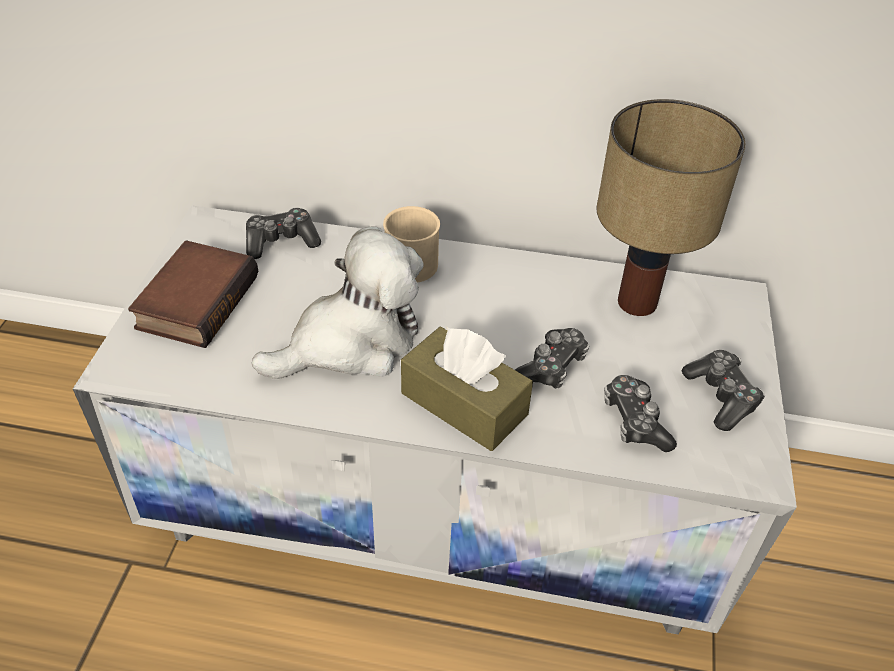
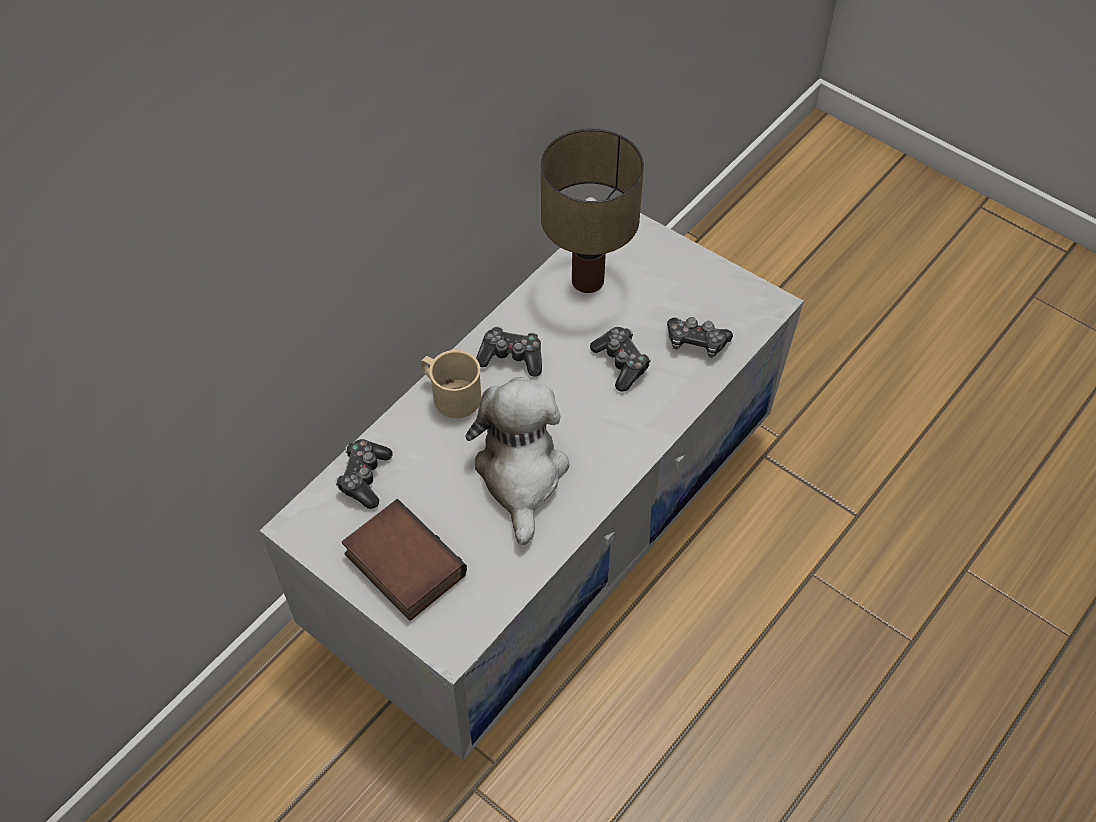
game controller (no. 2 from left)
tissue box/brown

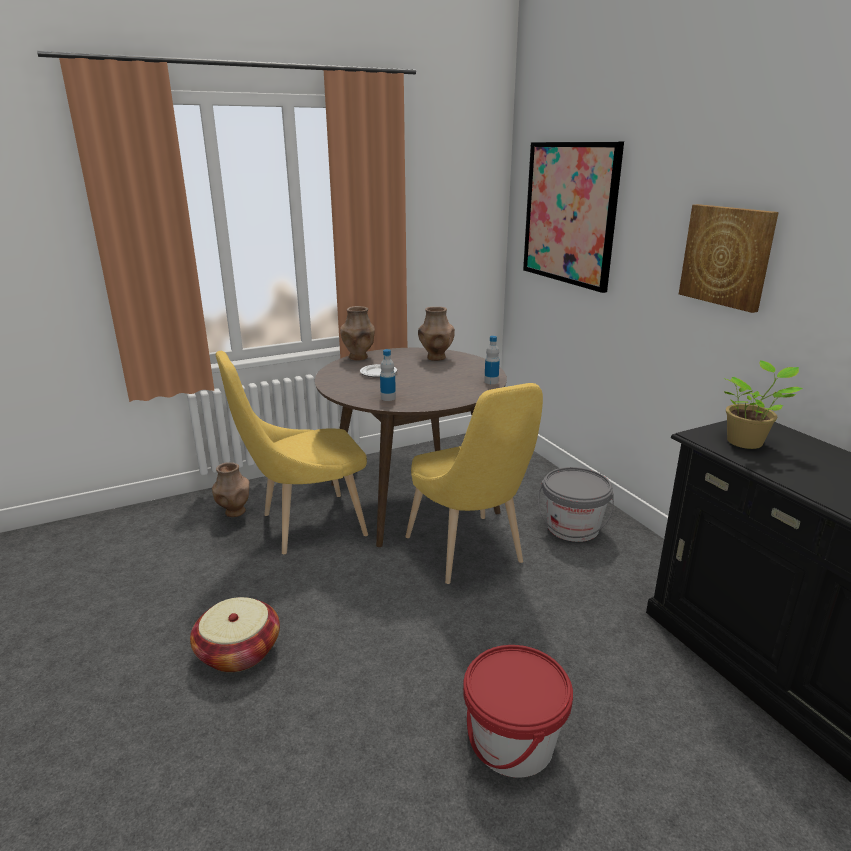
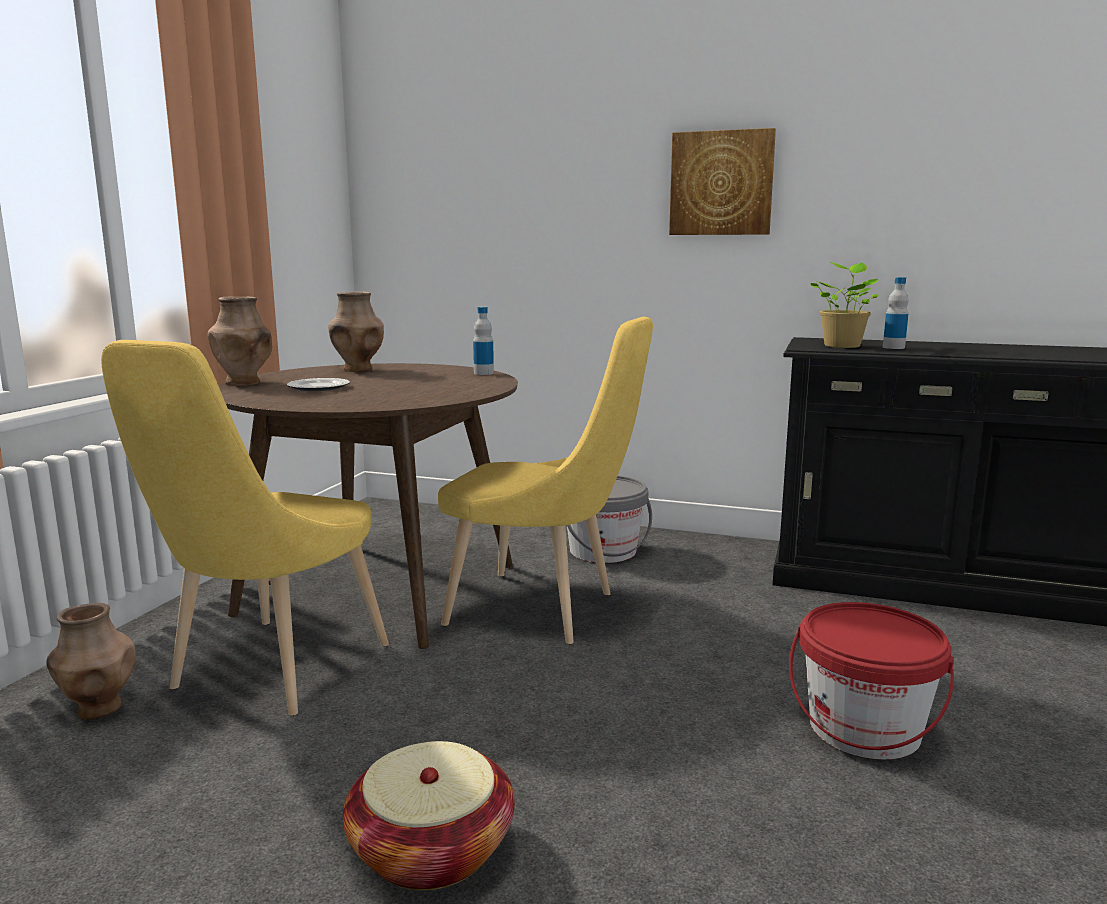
bottle (no. 2 from left)
picture (no. 1 from left in the first image)

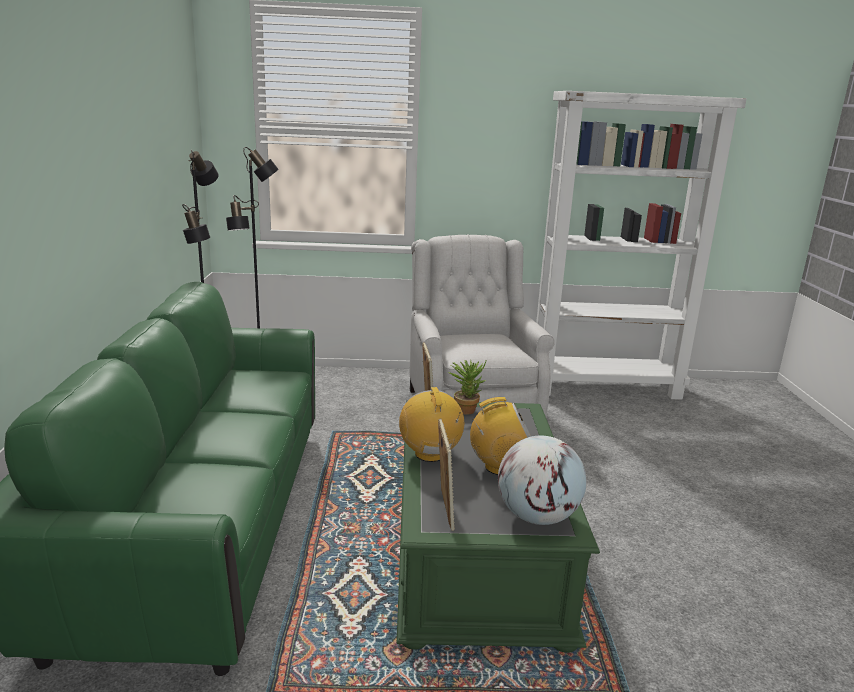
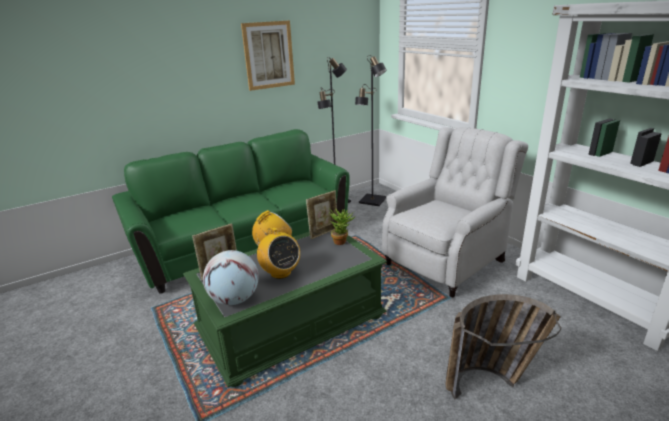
picture
basket

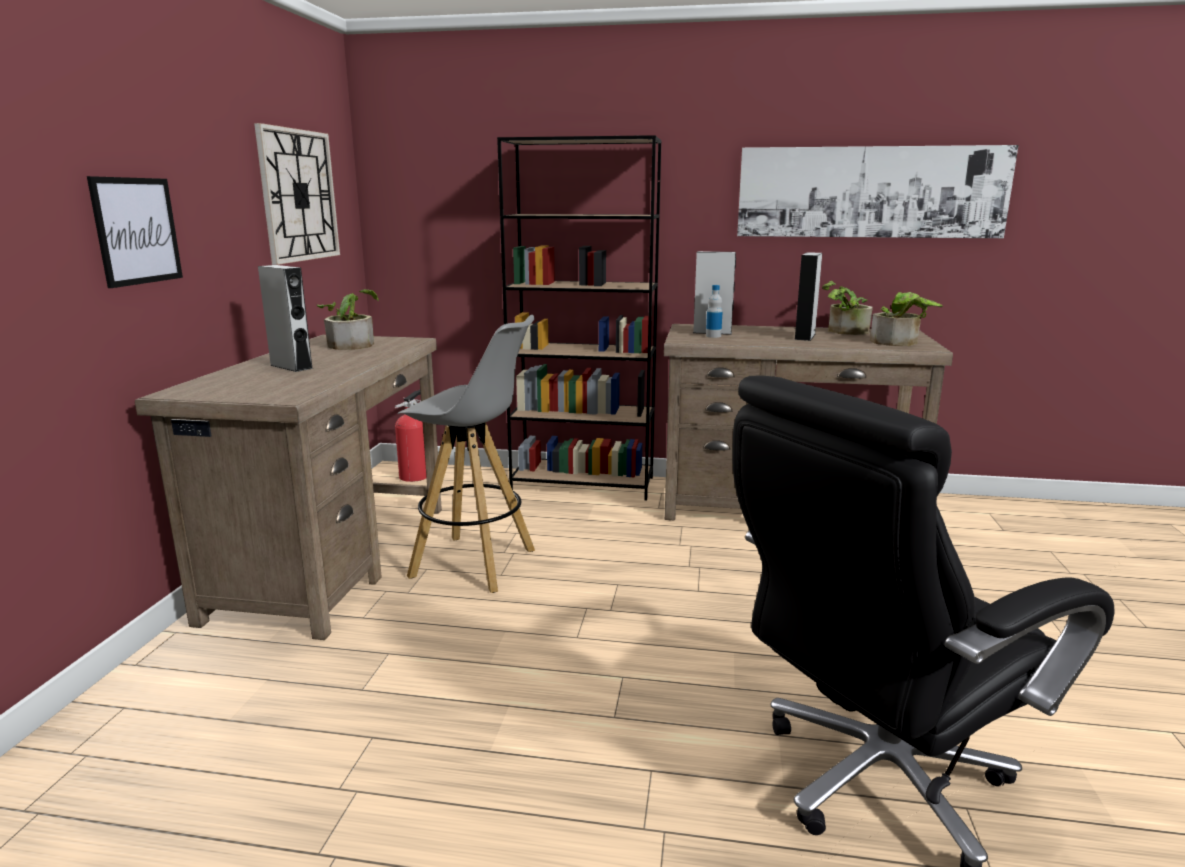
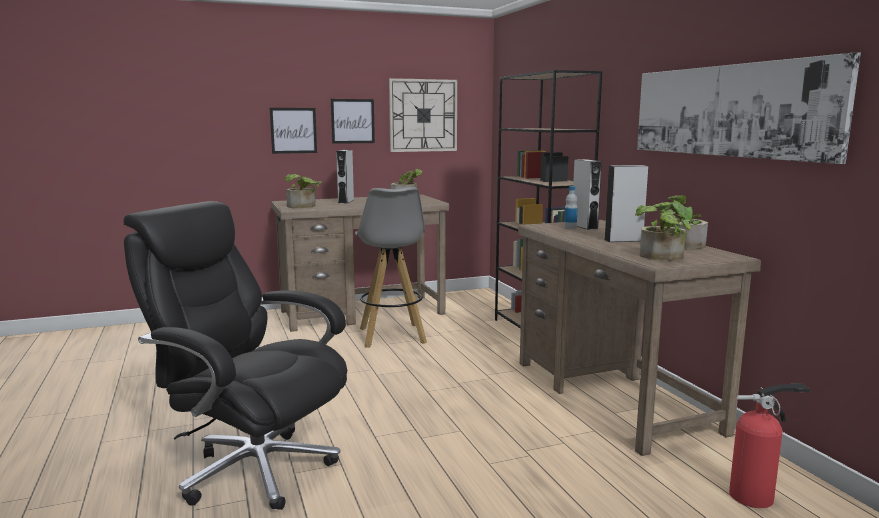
potted plant (no. 1 from left)
picture (no. 2 from left)
fire extinguisher

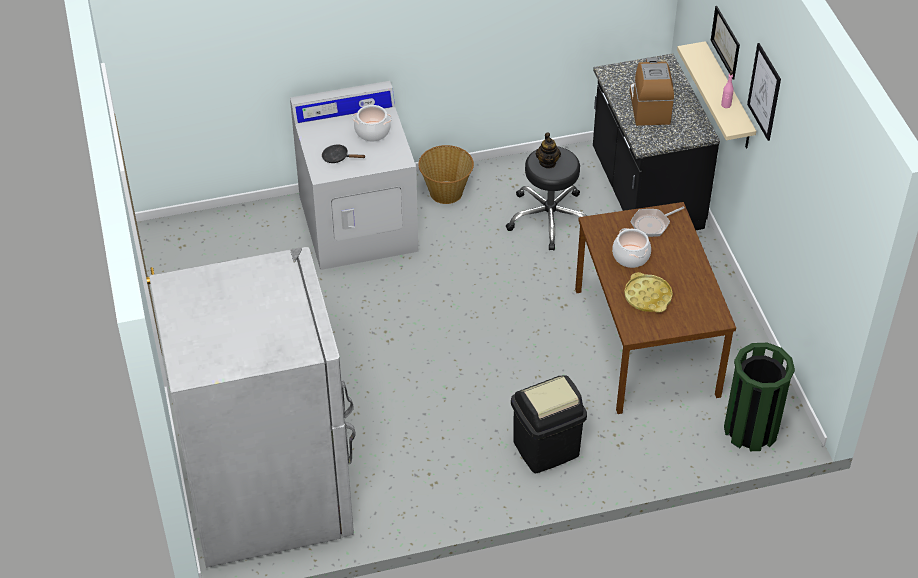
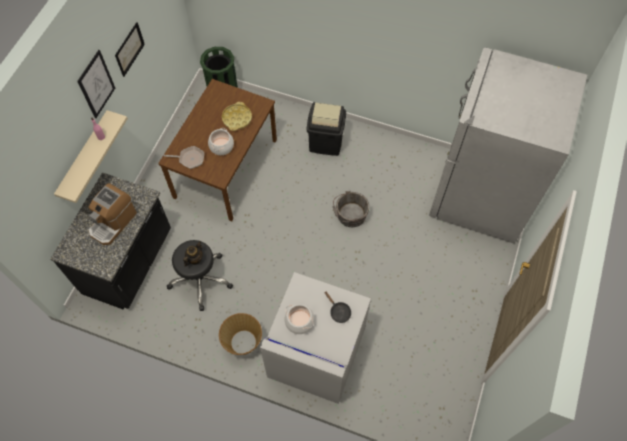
picture (no. 2 from left)
bucket/grey

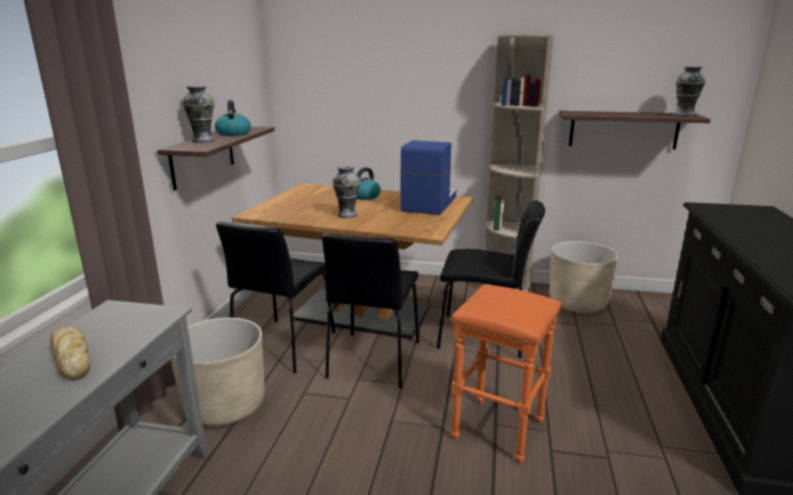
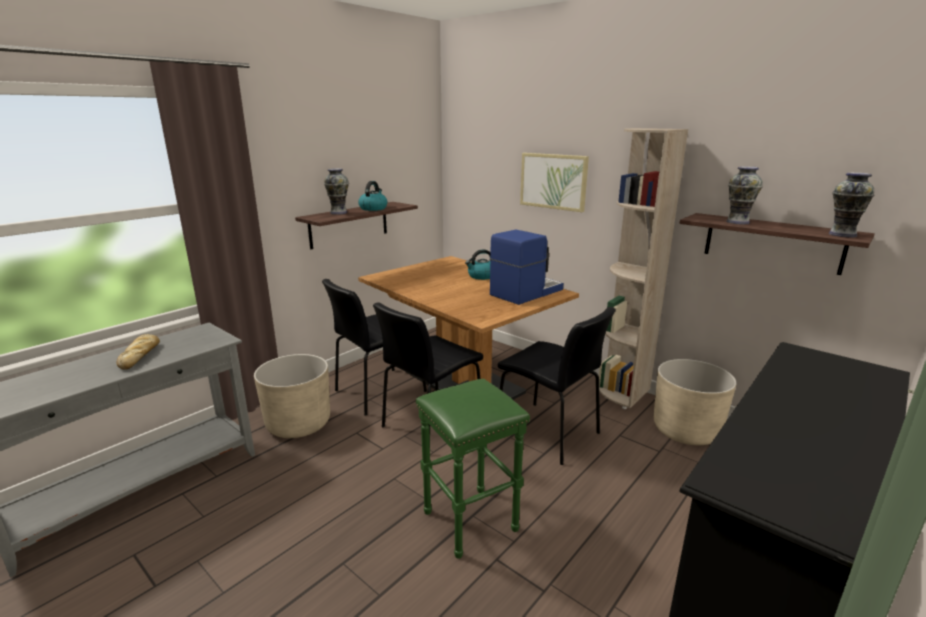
stool/green
picture
vase (no. 2 from left)

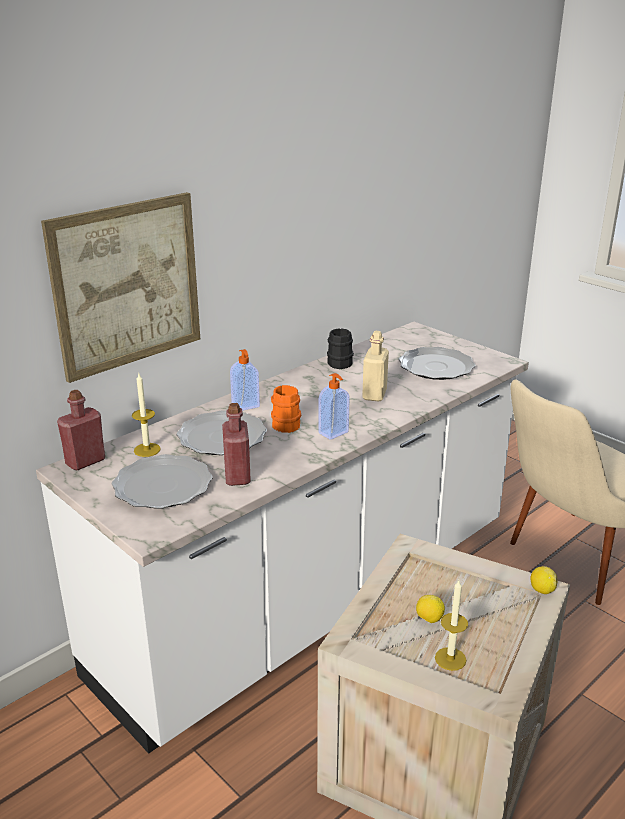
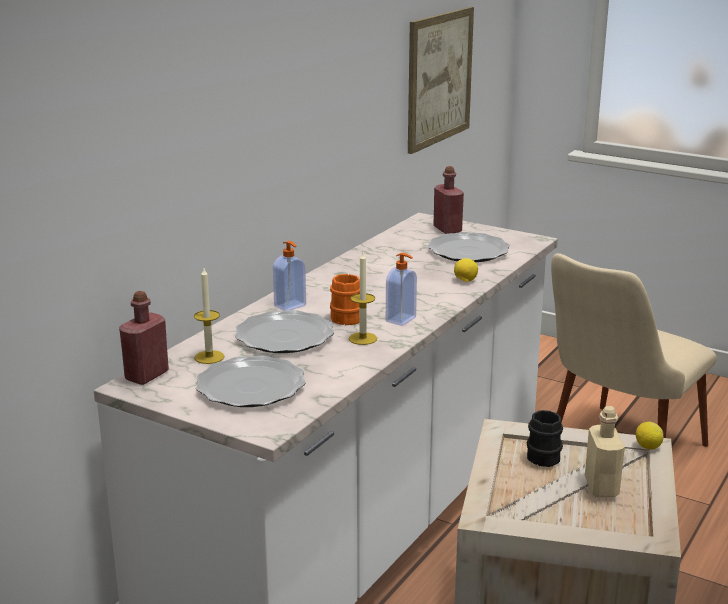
candle (no. 2 from left)
picture
bottle/red (no. 2 from left)
lemon (no. 1 from left)
mug/black
bottle/beige

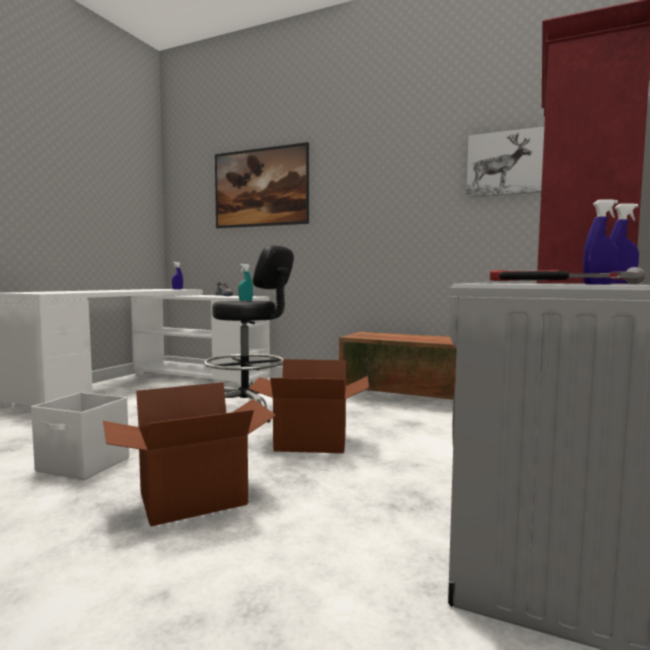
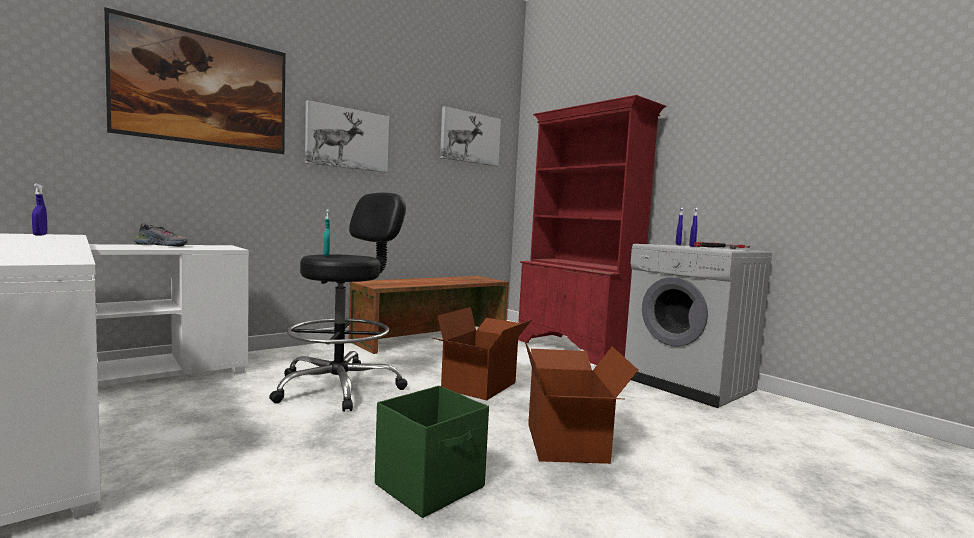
picture (no. 2 from left)
storage box/green

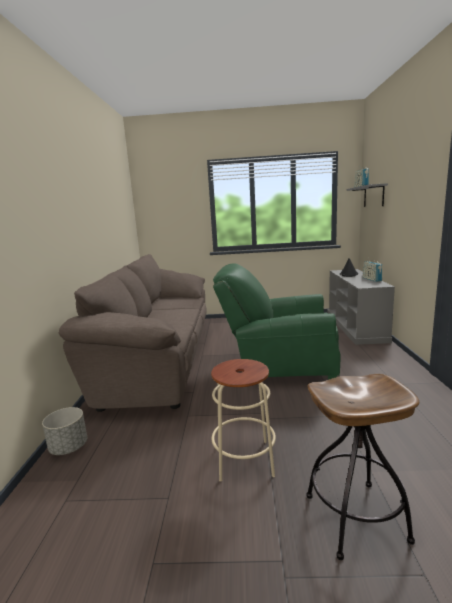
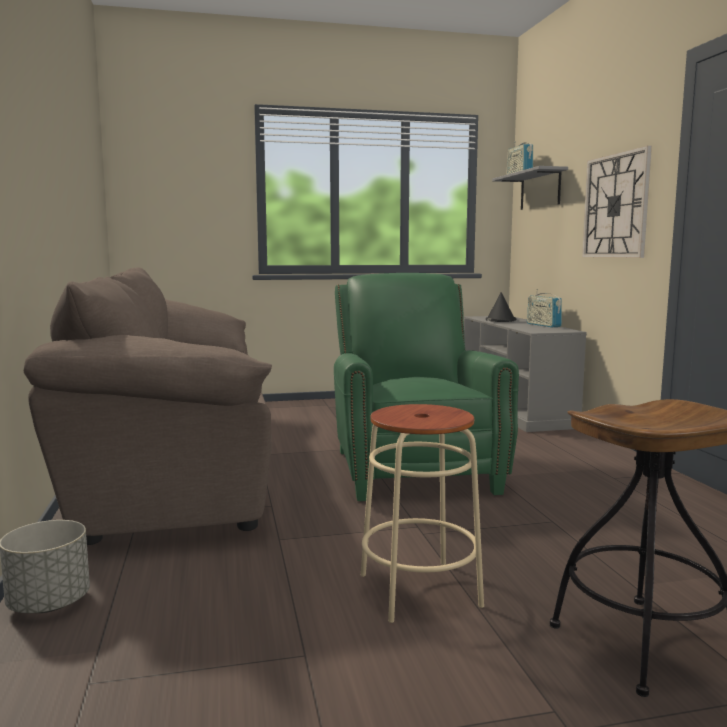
armchair/green
wall clock

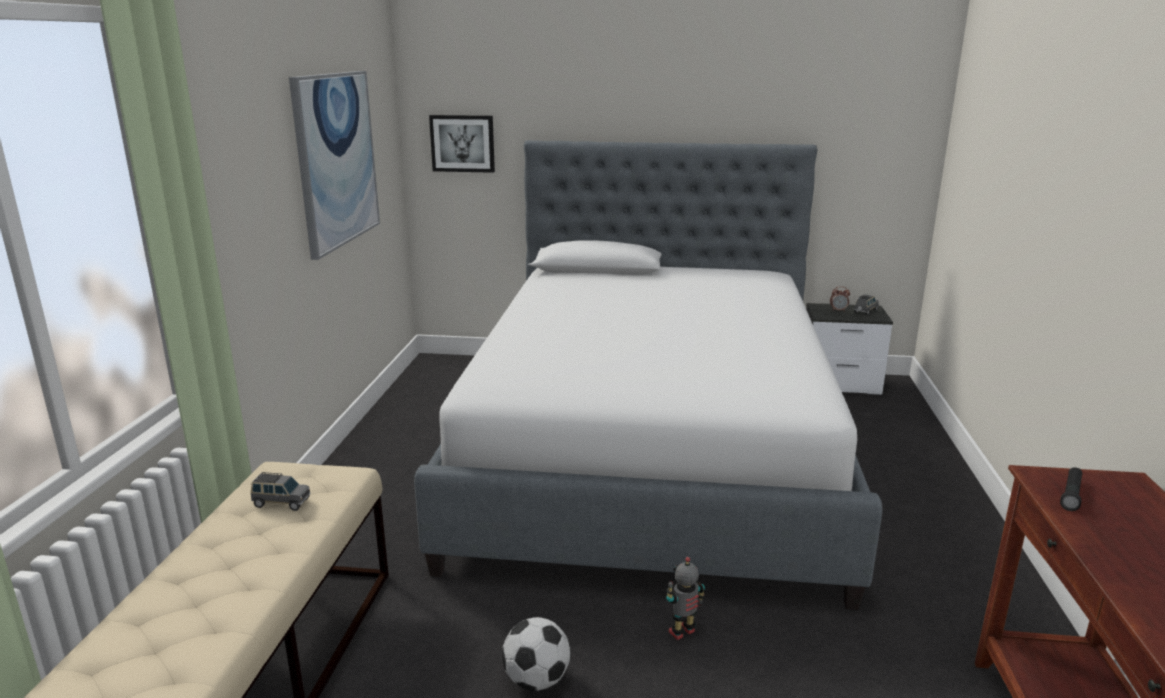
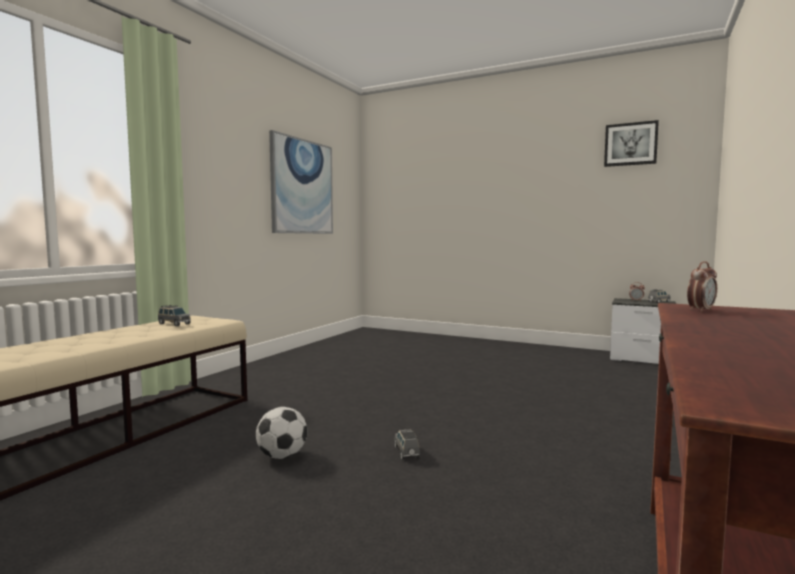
toy car/grey (no. 2 from left)
picture (no. 2 from left)
alarm clock (no. 2 from left)
bed

